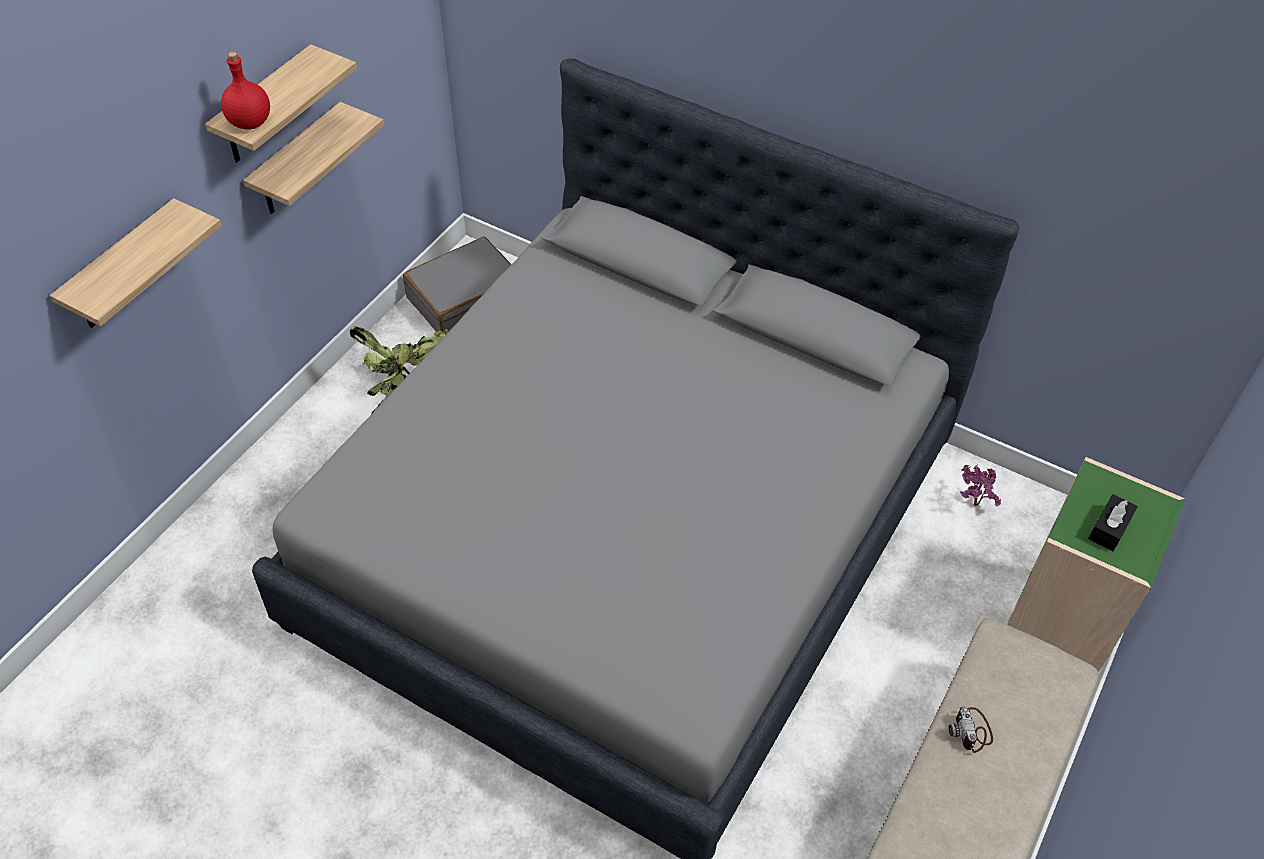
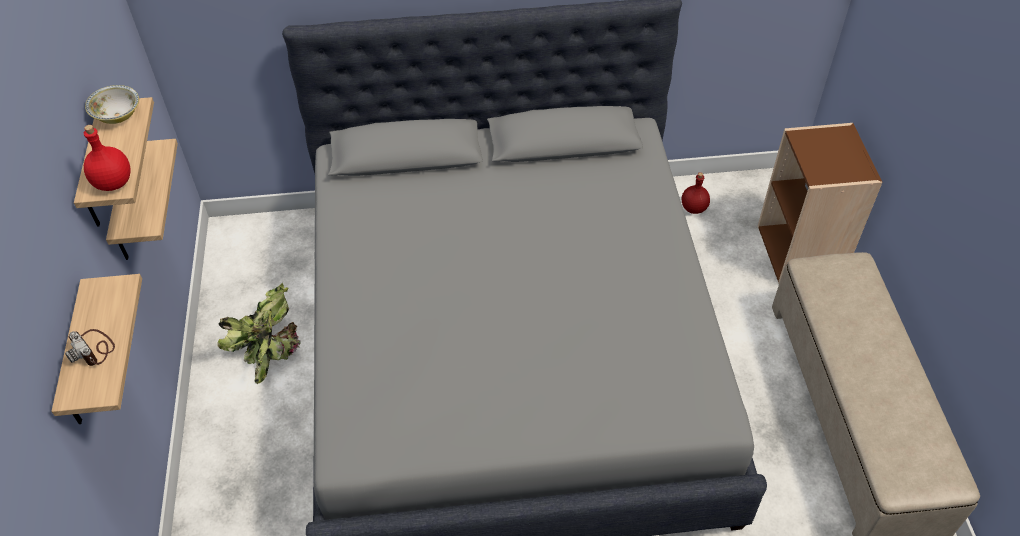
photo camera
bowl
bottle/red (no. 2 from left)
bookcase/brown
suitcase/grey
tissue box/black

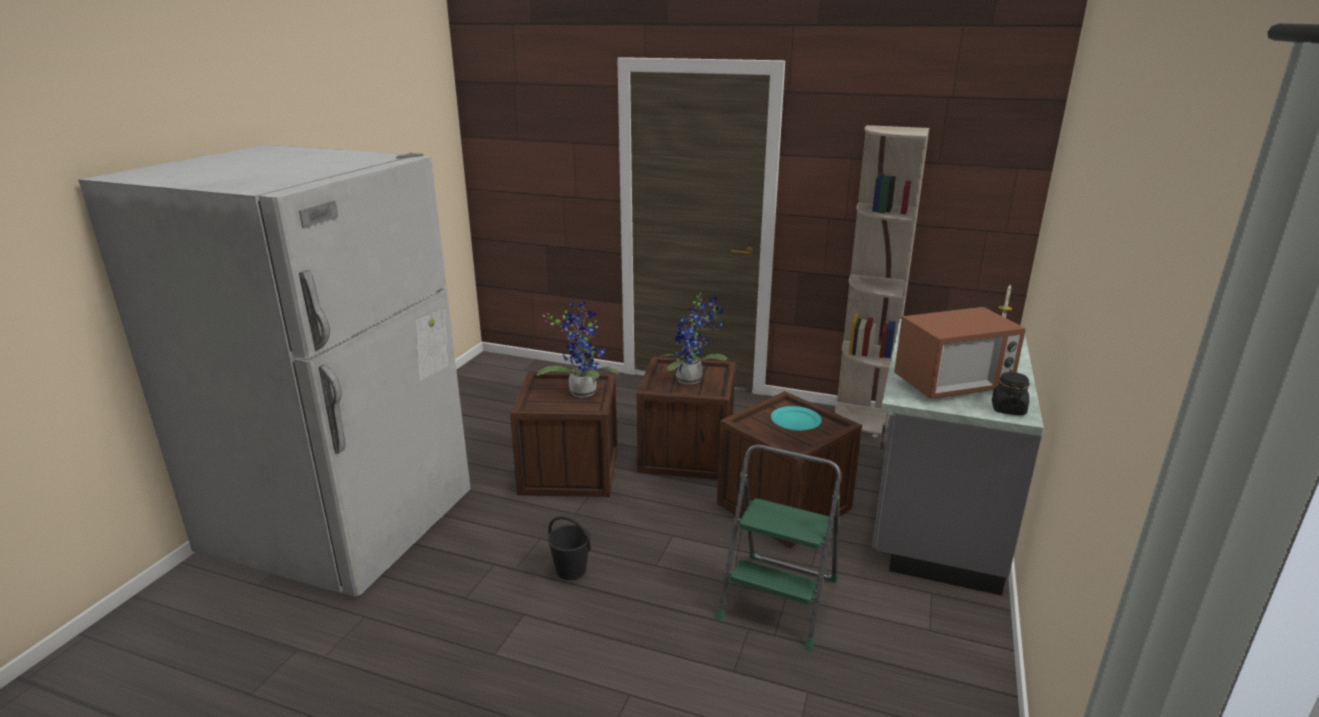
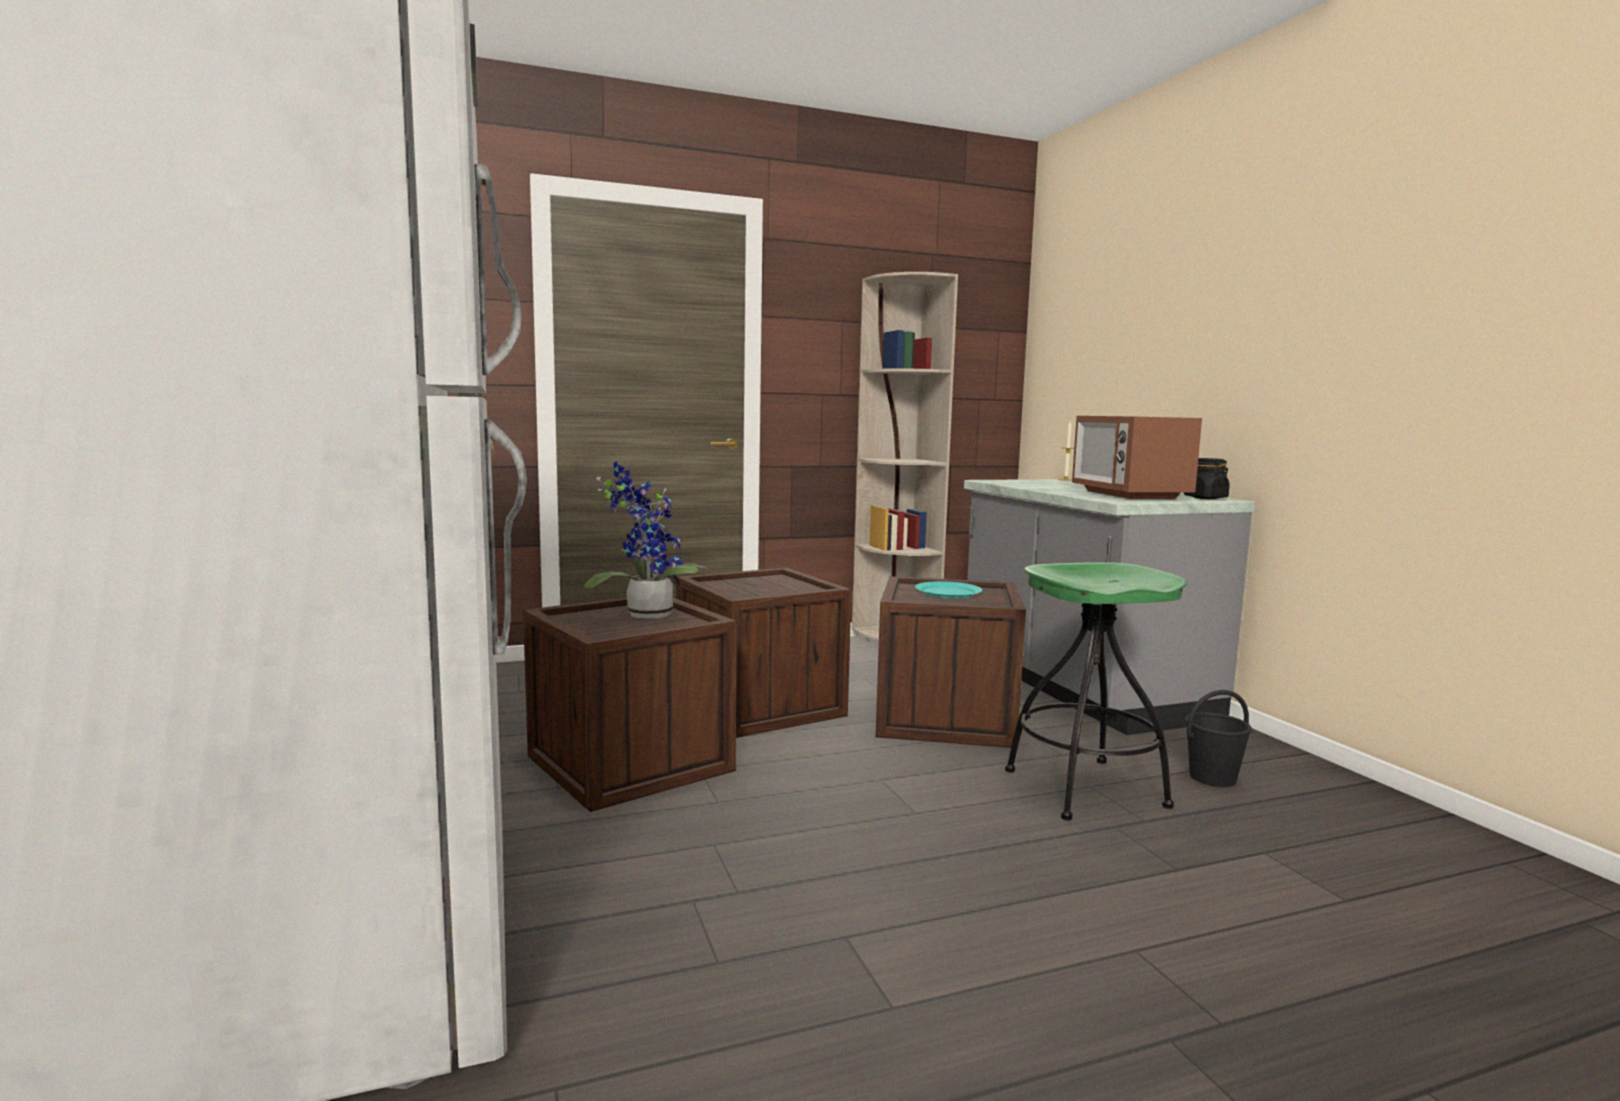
stool/green
microwave
bucket/black
potted plant (no. 2 from left in the first image)

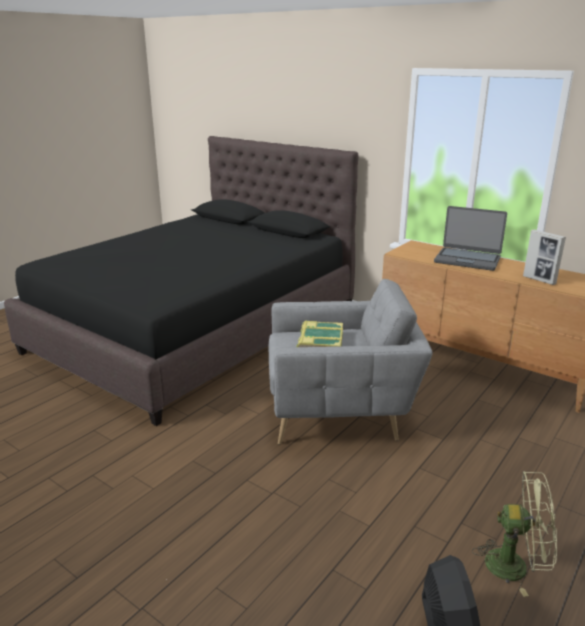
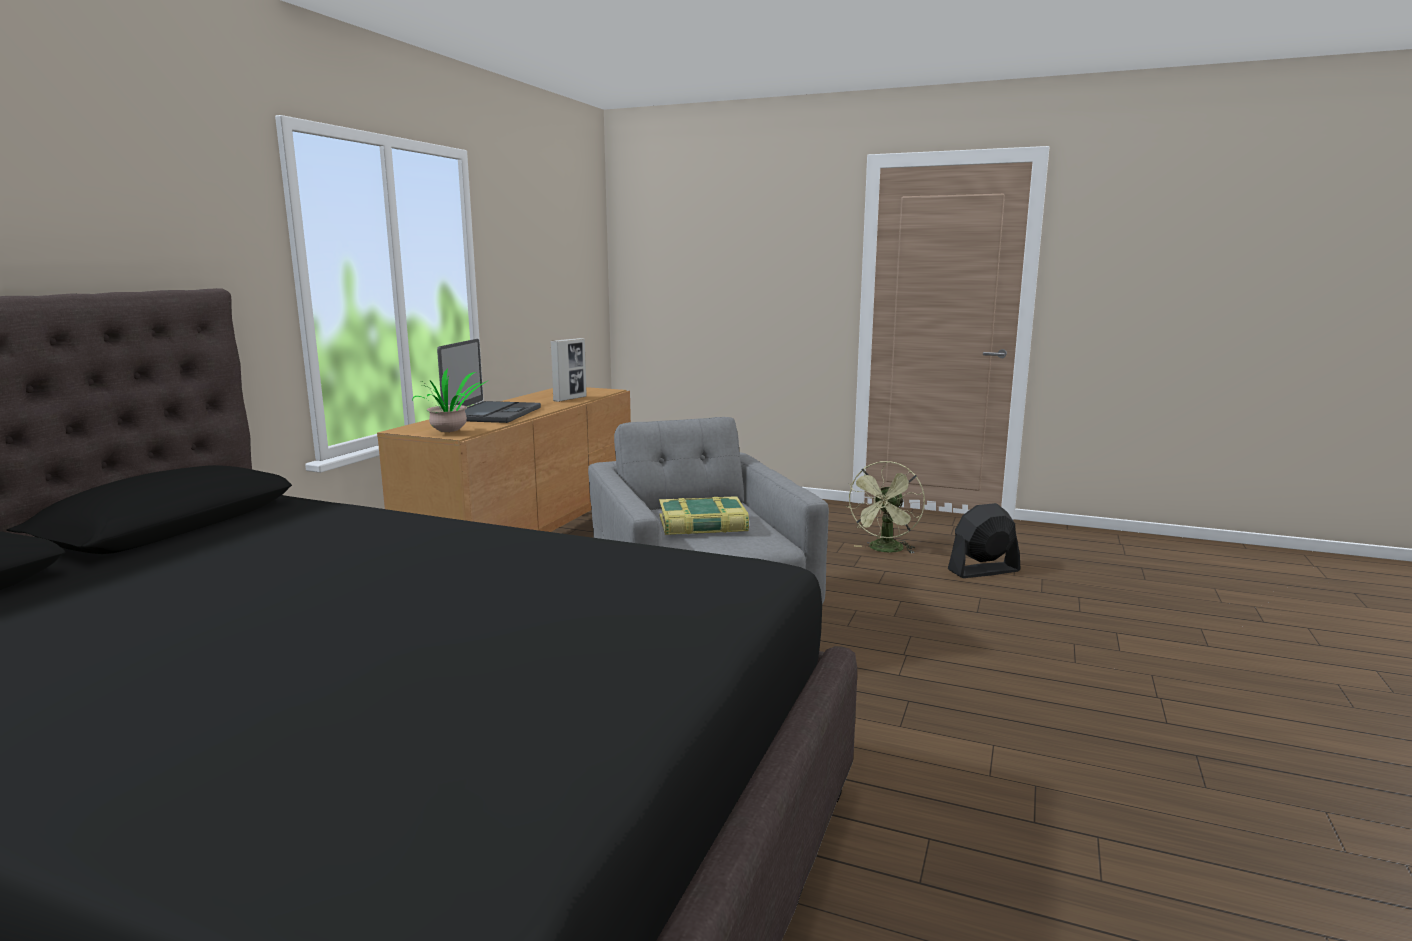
potted plant
fan/green

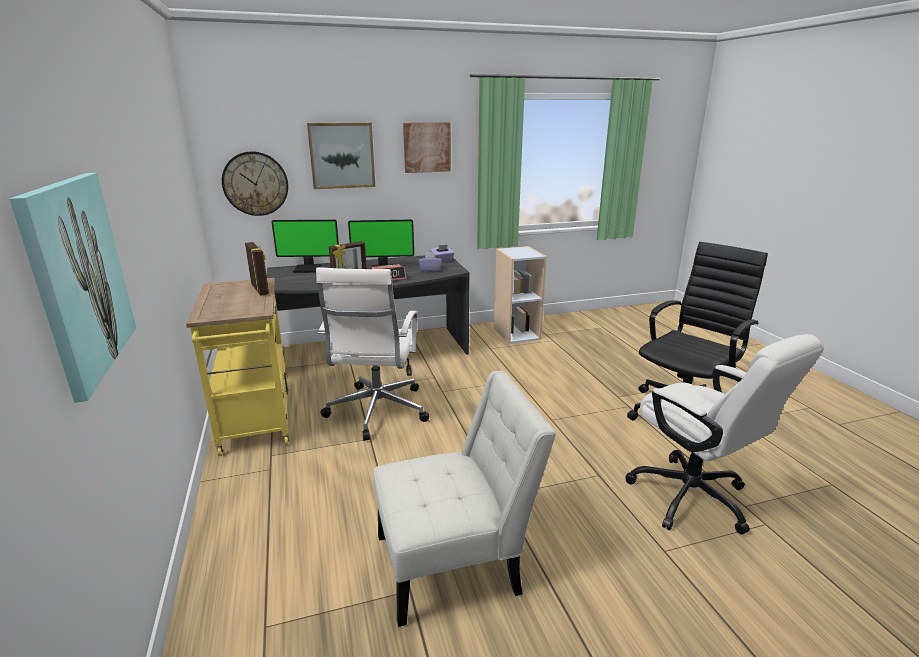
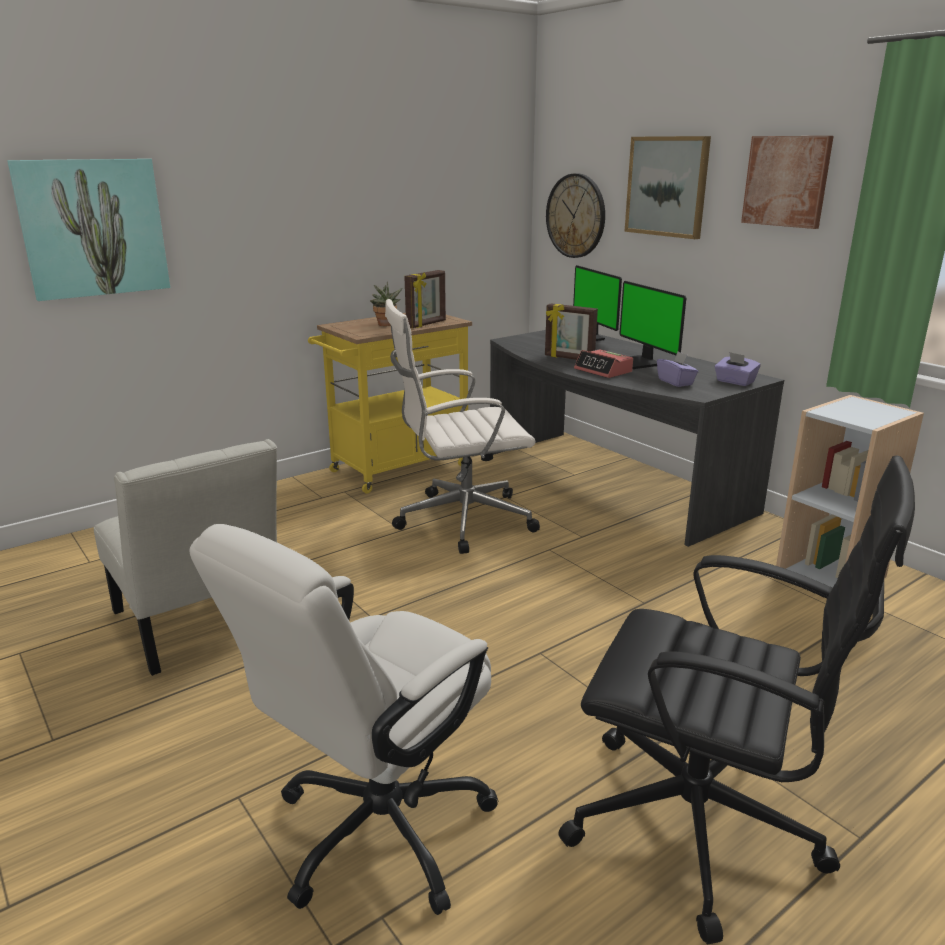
potted plant

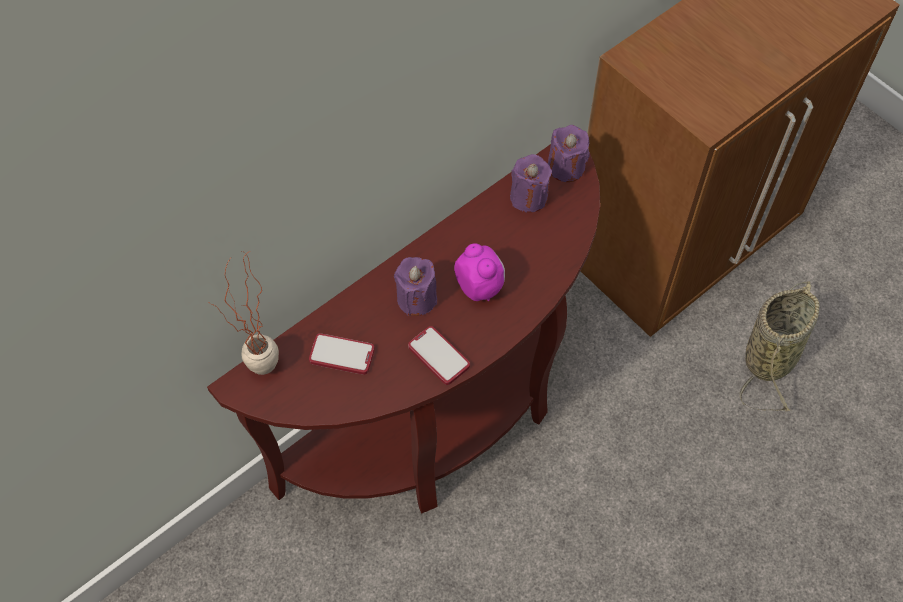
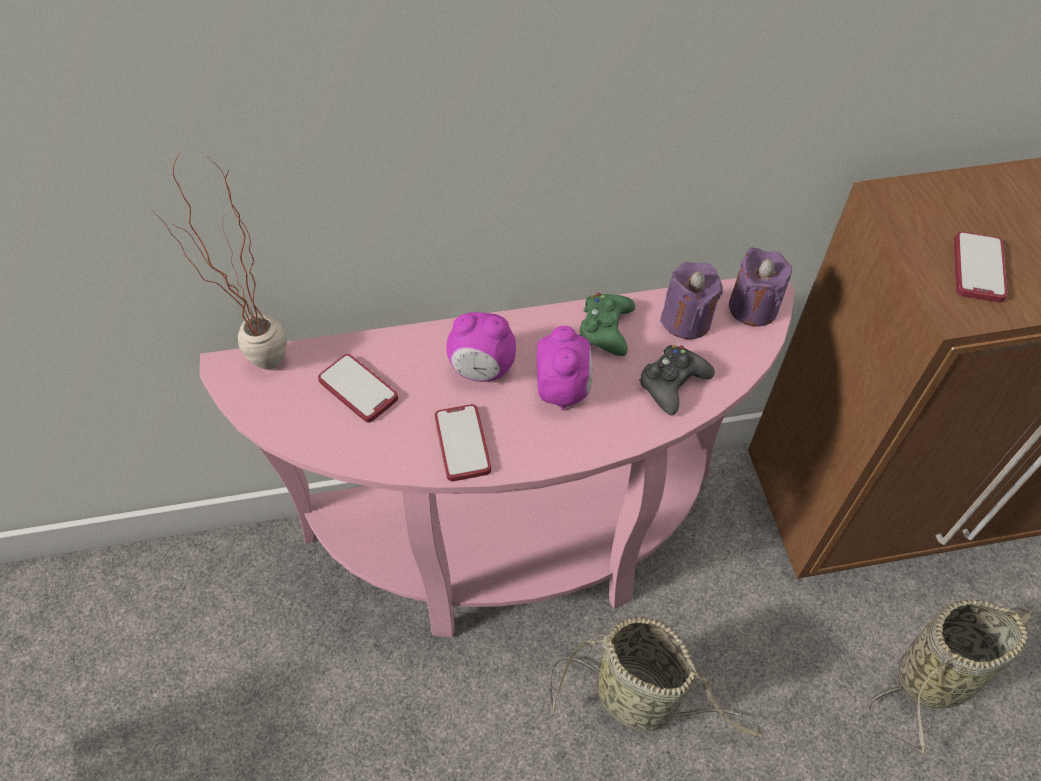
console table/pink
alarm clock (no. 1 from left)
basket (no. 1 from left)
game controller/green
game controller/black
phone (no. 3 from left)

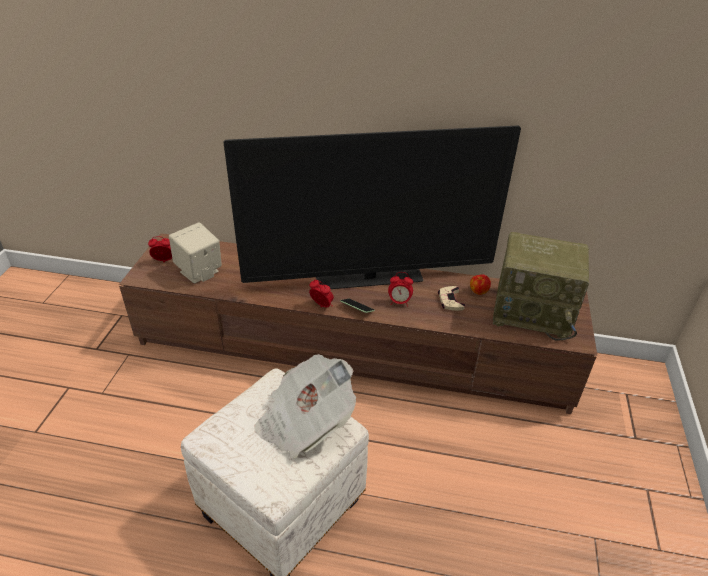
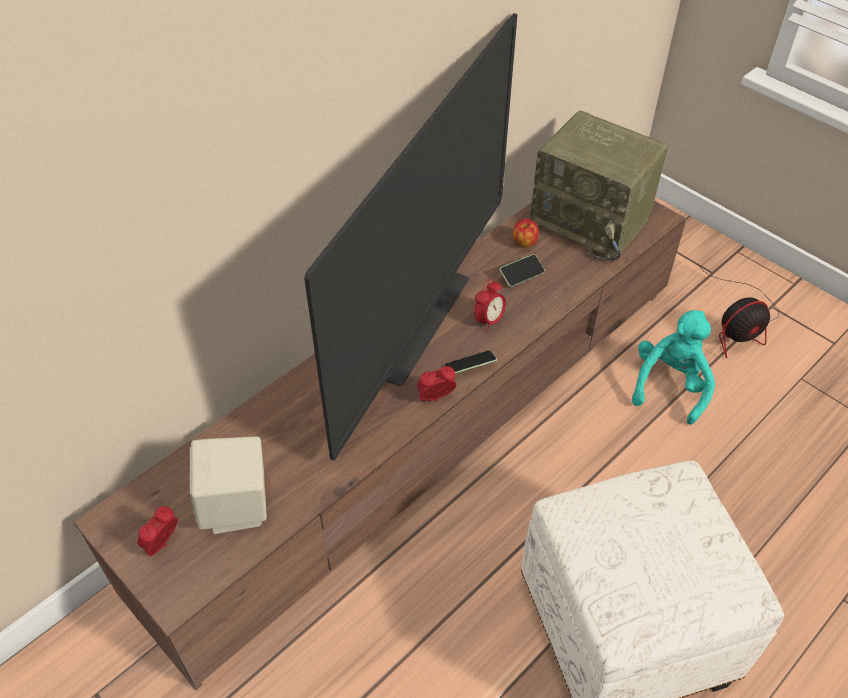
phone (no. 2 from left)
radio
plush toy/turquoise
fan
newspaper

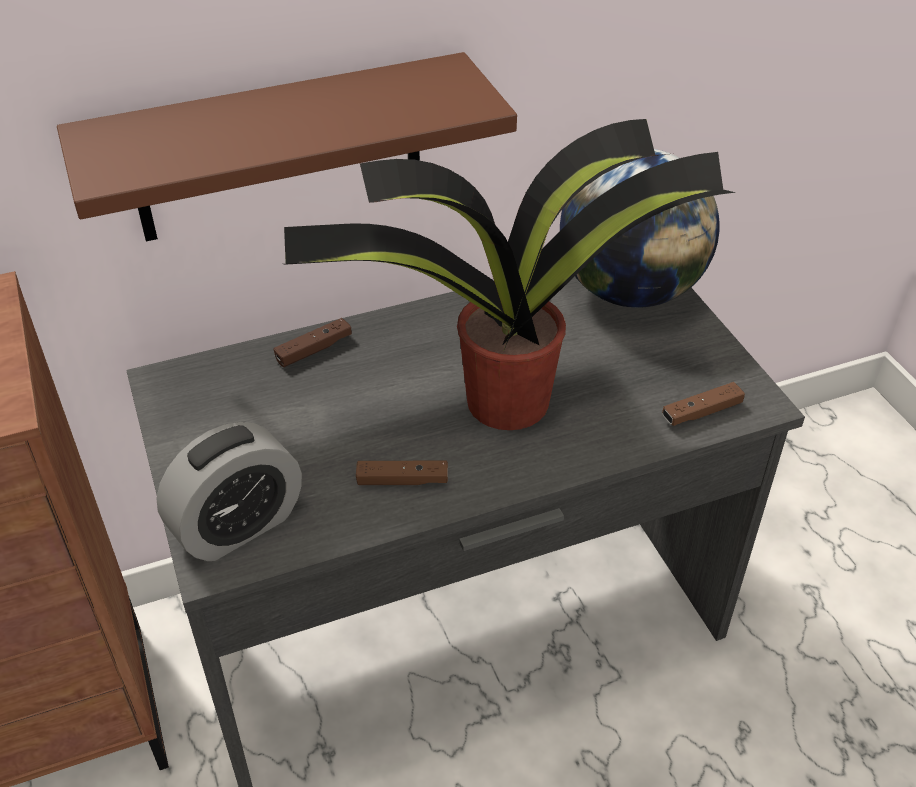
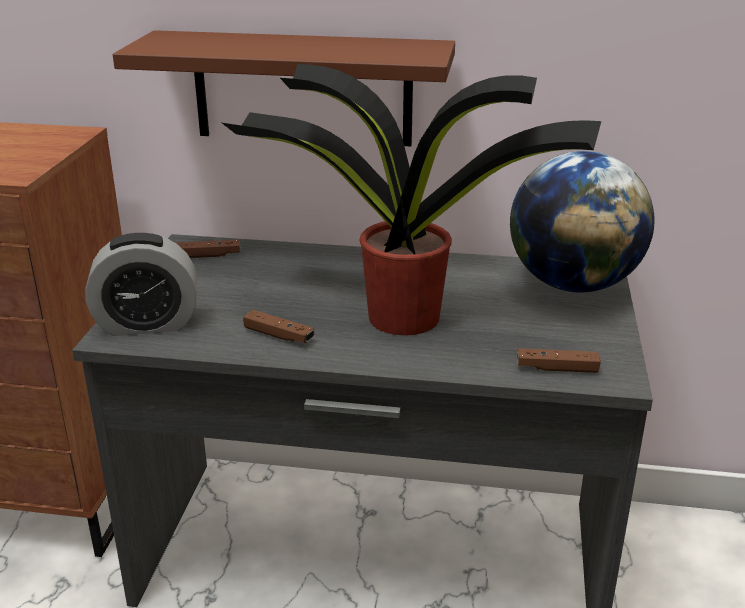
game controller/brown (no. 1 from left)

